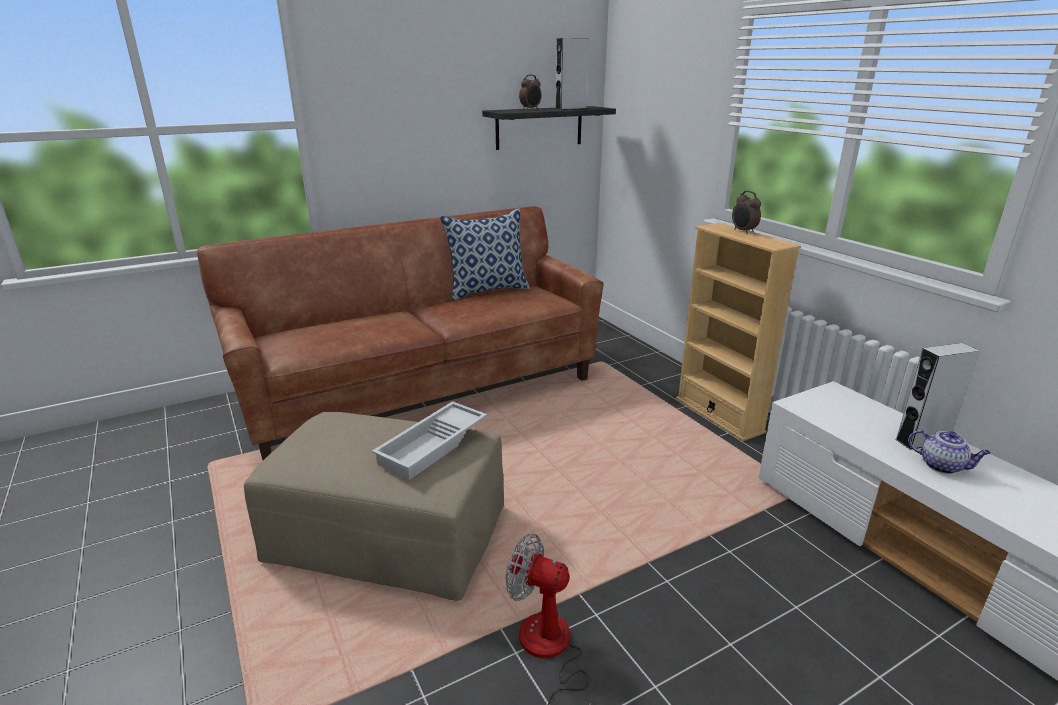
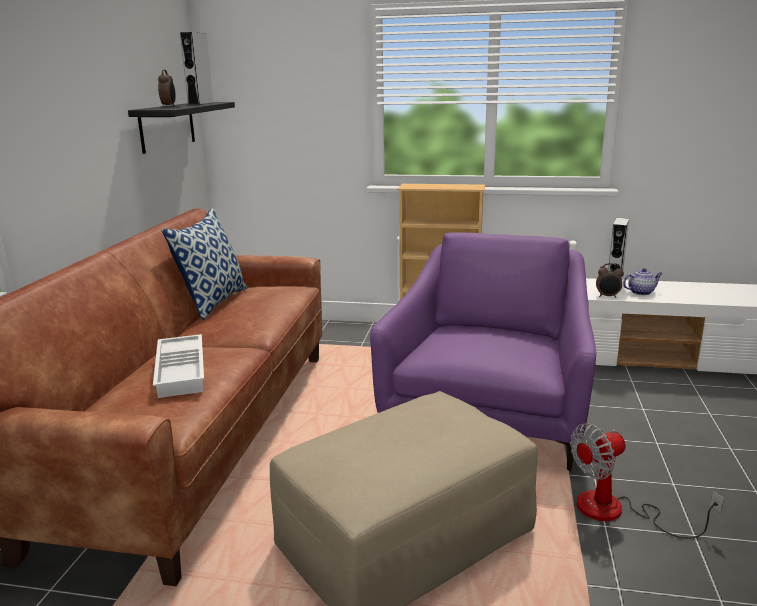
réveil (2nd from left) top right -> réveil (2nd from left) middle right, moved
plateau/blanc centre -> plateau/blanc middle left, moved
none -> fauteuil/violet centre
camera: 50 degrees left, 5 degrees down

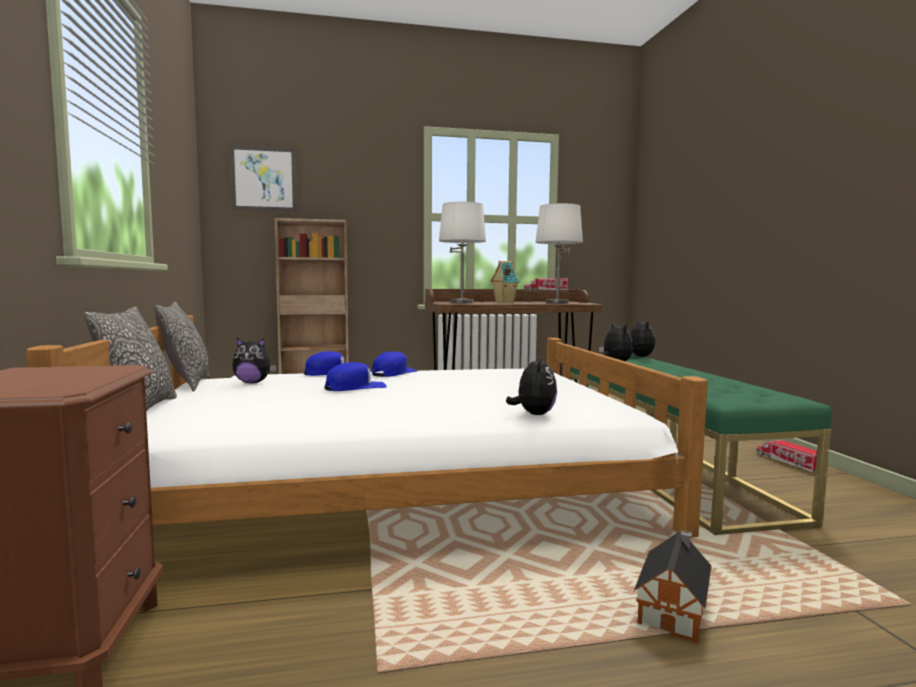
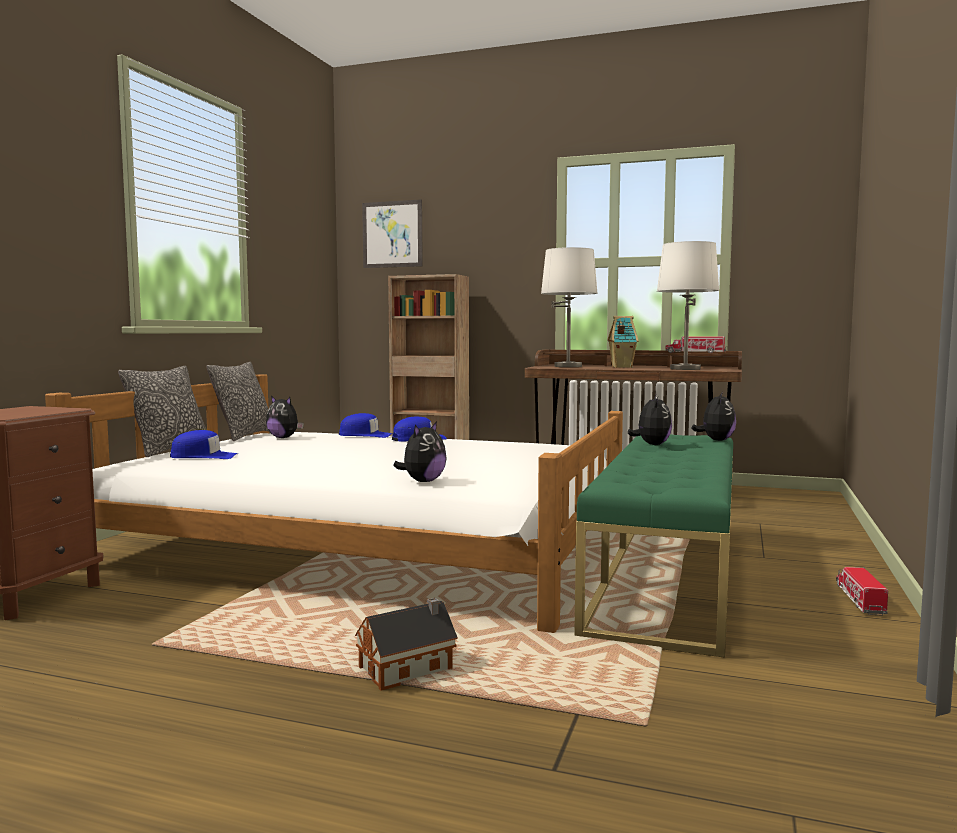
casquette/bleu (2nd from left in the first image) centre -> casquette/bleu (1st from left) middle left, moved
camera: 30 degrees right, 0 degrees up

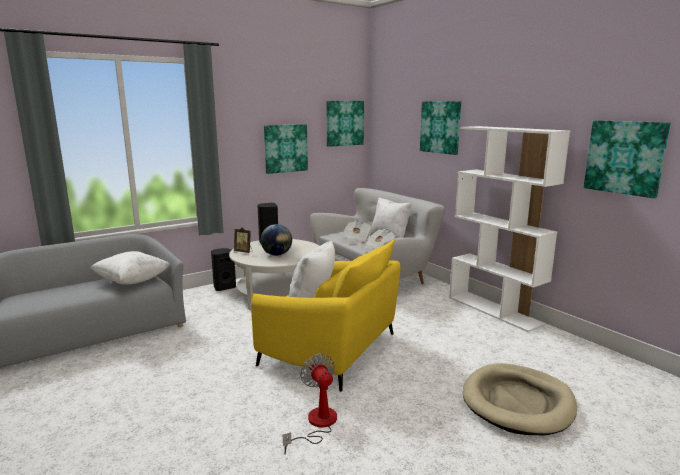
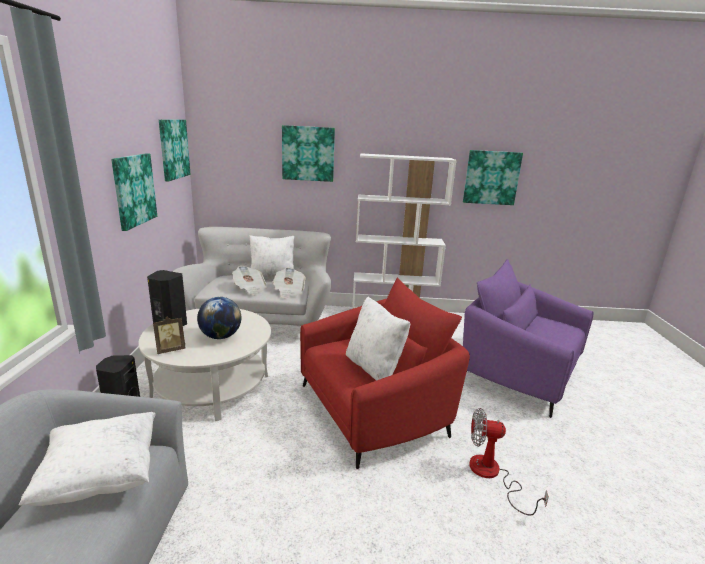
fauteuil/jaune centre -> fauteuil/rouge centre
panier pour chien/beige bottom right -> fauteuil/violet middle right
camera: 55 degrees left, 5 degrees up

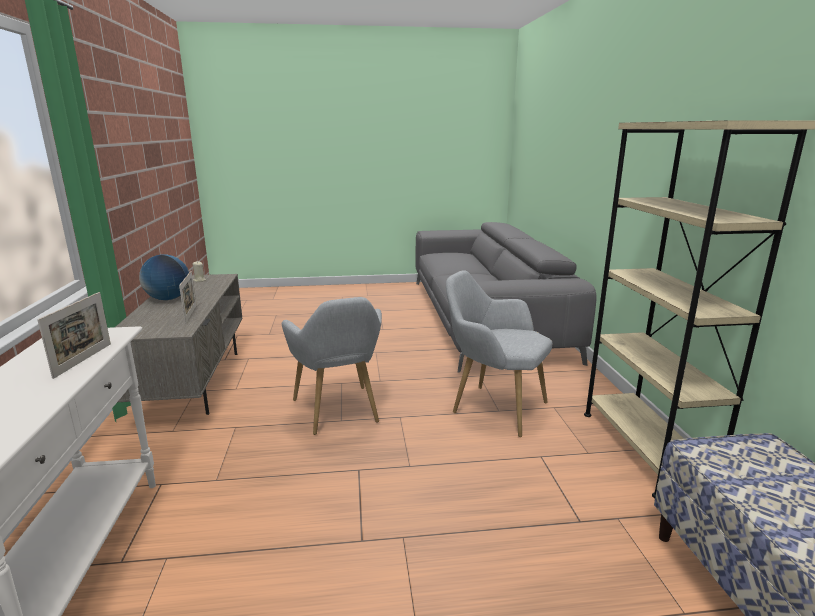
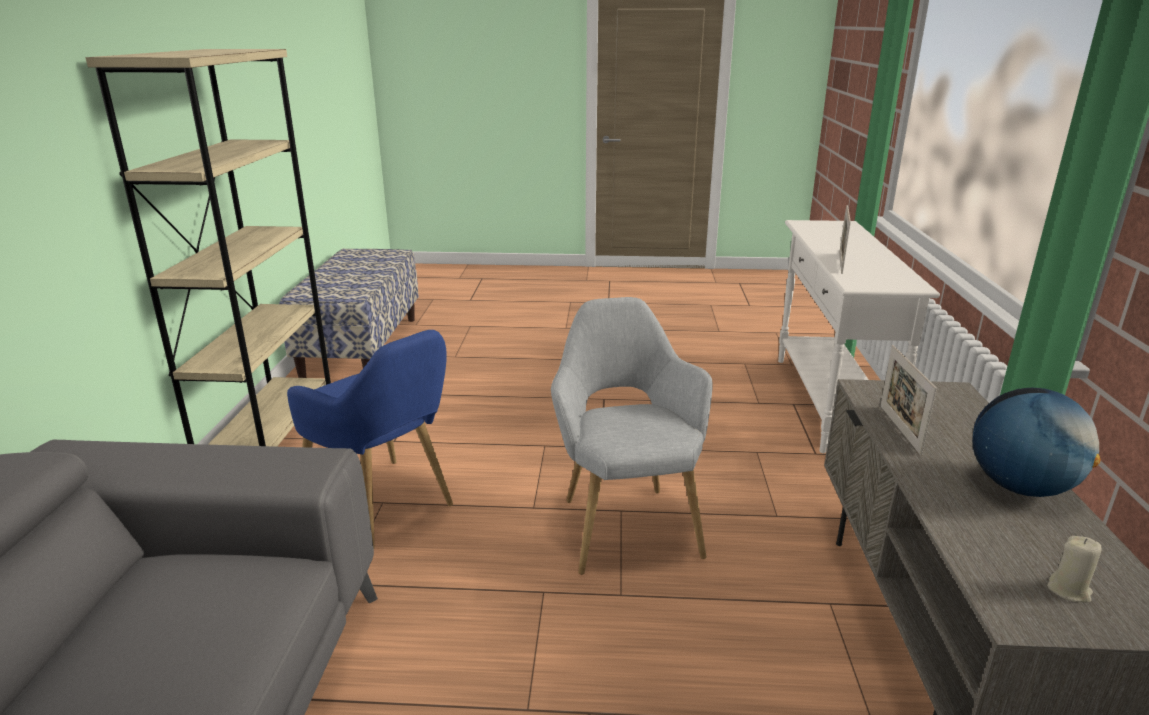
fauteuil/gris (2nd from left) centre -> fauteuil/bleu middle left
camera: 170 degrees left, 5 degrees up

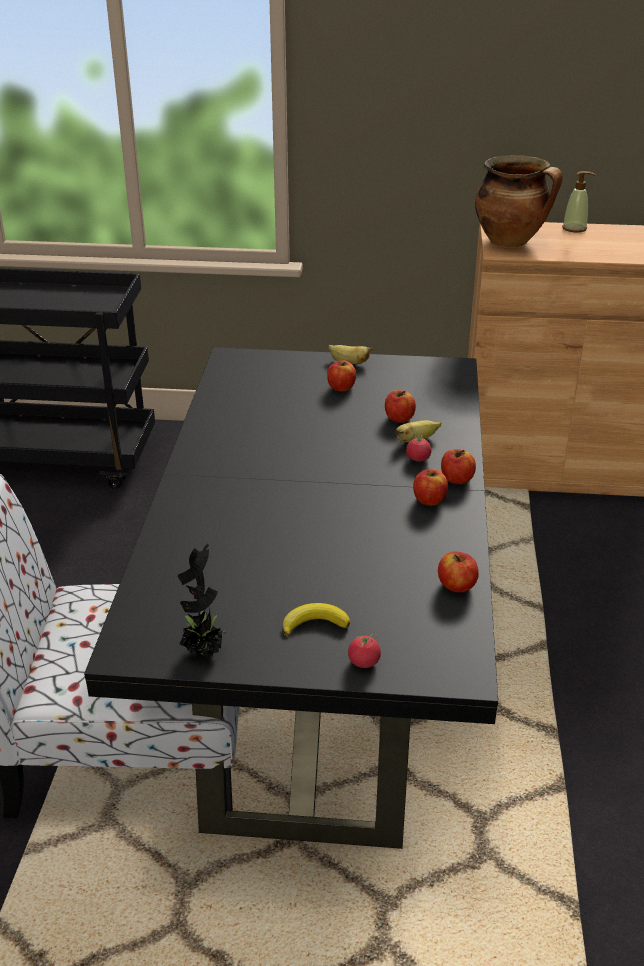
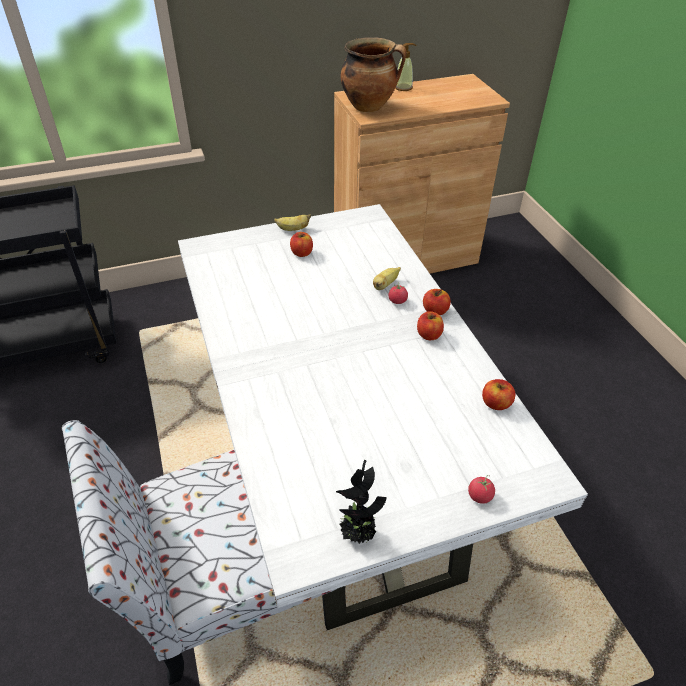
table à manger/noir centre -> table à manger/blanc centre
pomme (2nd from left) centre -> none
banane (1st from left) centre -> none
camera: 25 degrees left, 10 degrees up

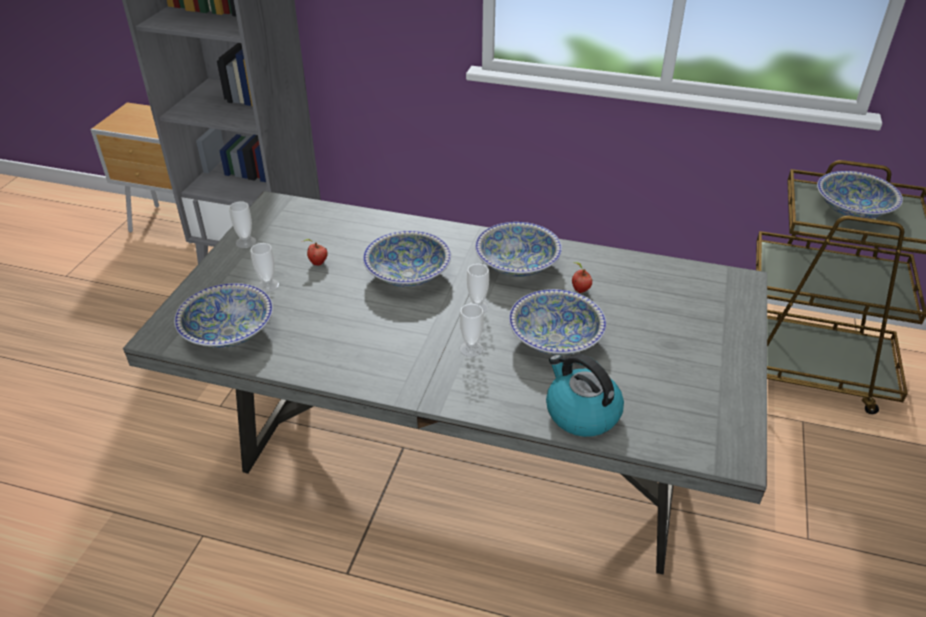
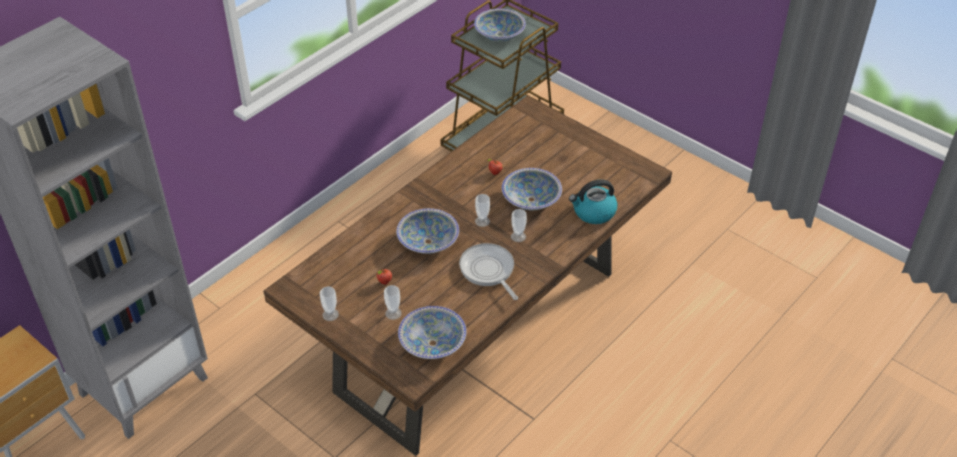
table à manger/gris centre -> table à manger/marron centre
bol (3rd from left) centre -> none
none -> poêle centre
camera: 65 degrees left, 5 degrees up

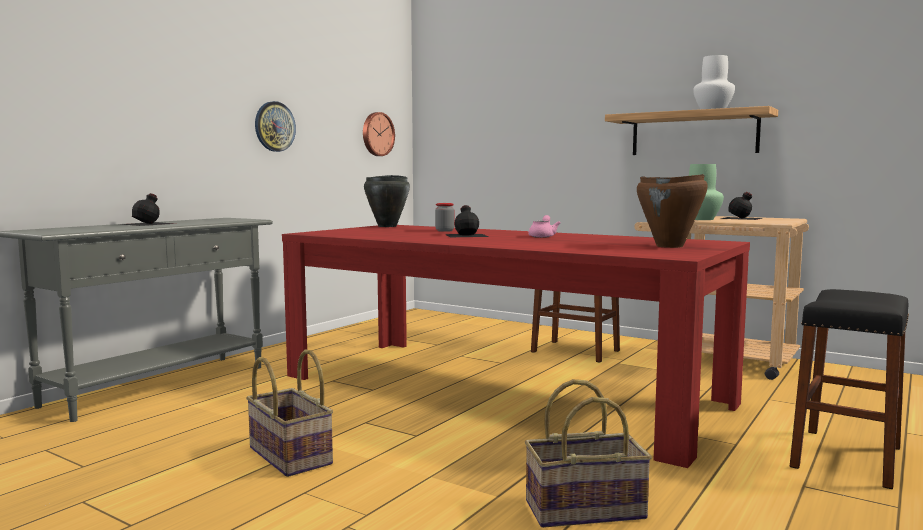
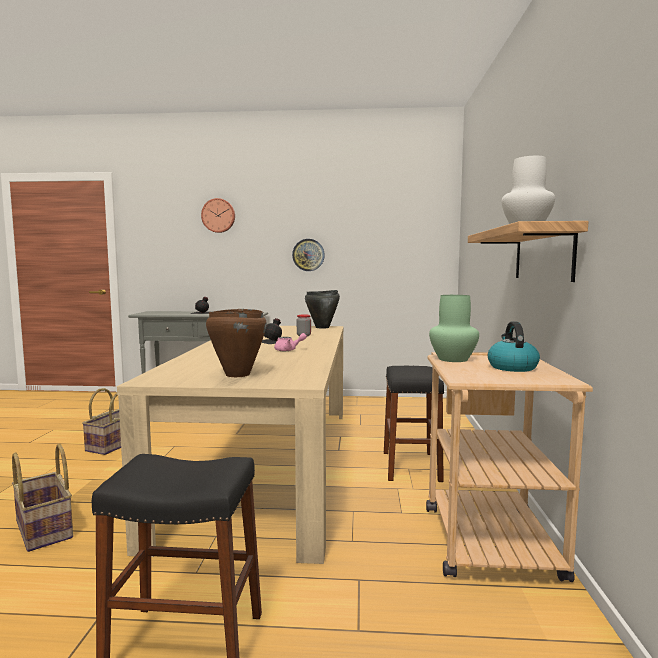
horloge murale (2nd from left in the first image) top centre -> horloge murale (1st from left) top left, moved
bouteille/noir (3rd from left) middle right -> bouilloire middle right
table à manger/rouge centre -> table à manger/beige bottom centre
camera: 60 degrees right, 0 degrees up

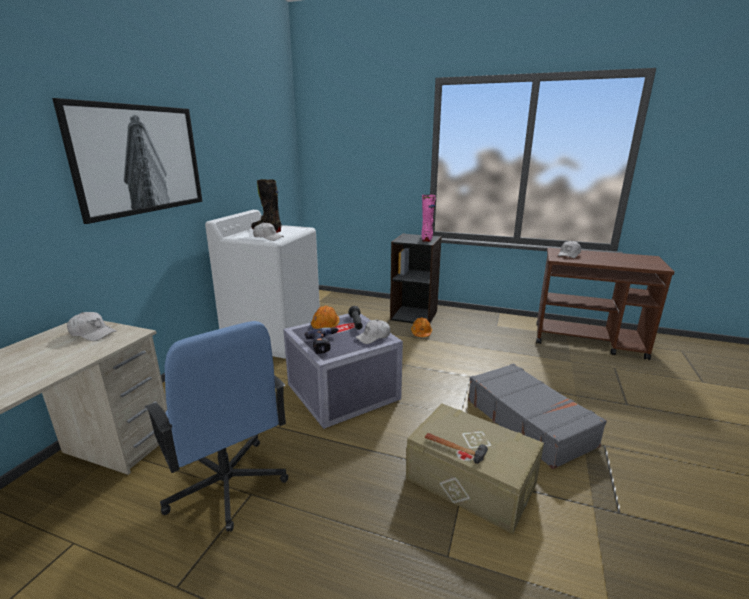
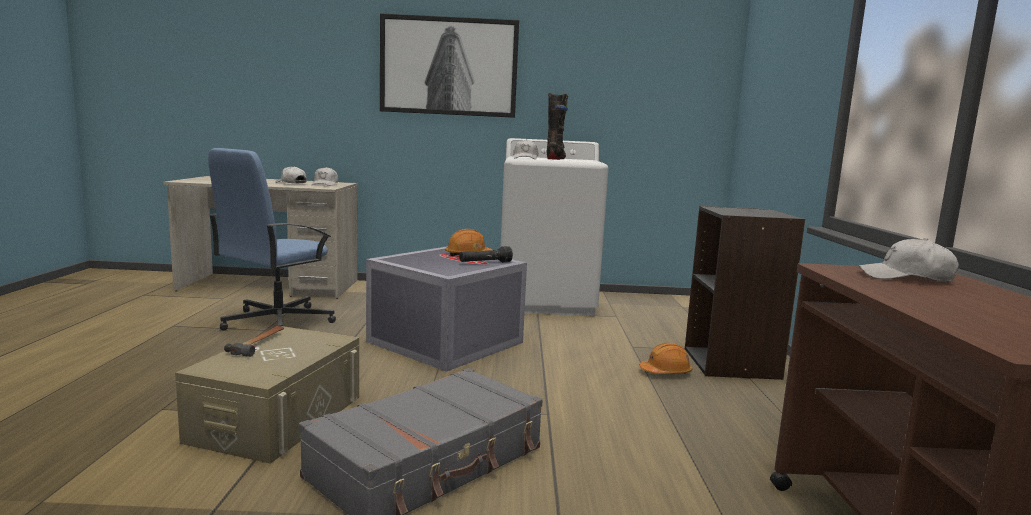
botte/rose centre -> none
casquette/blanc (3rd from left in the first image) centre -> casquette/blanc (1st from left) middle left, moved
perceuse centre -> none
camera: 70 degrees right, 10 degrees down

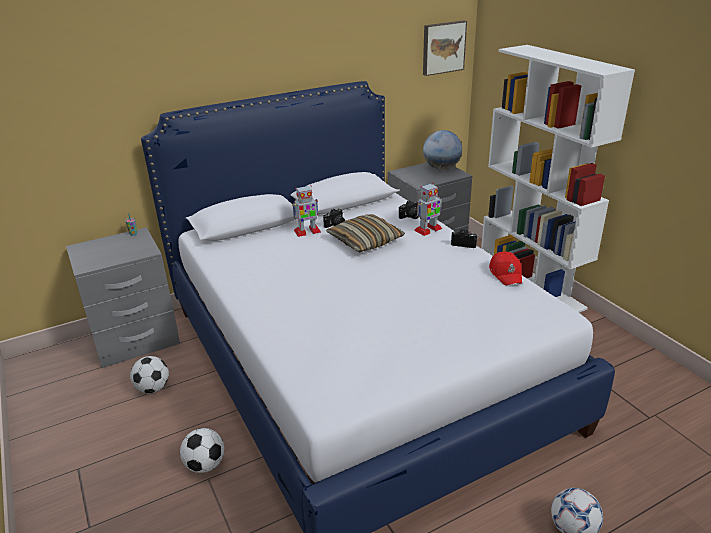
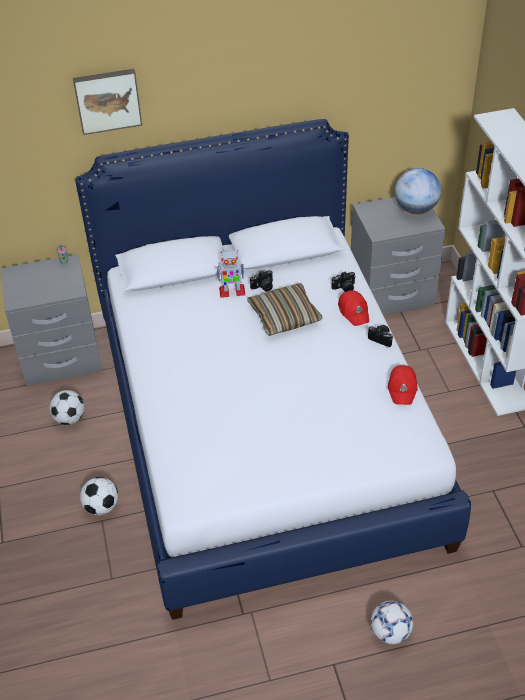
tableau top centre -> tableau top left, moved
robot jouet (2nd from left) centre -> casquette/rouge (1st from left) middle right
camera: 15 degrees right, 15 degrees up

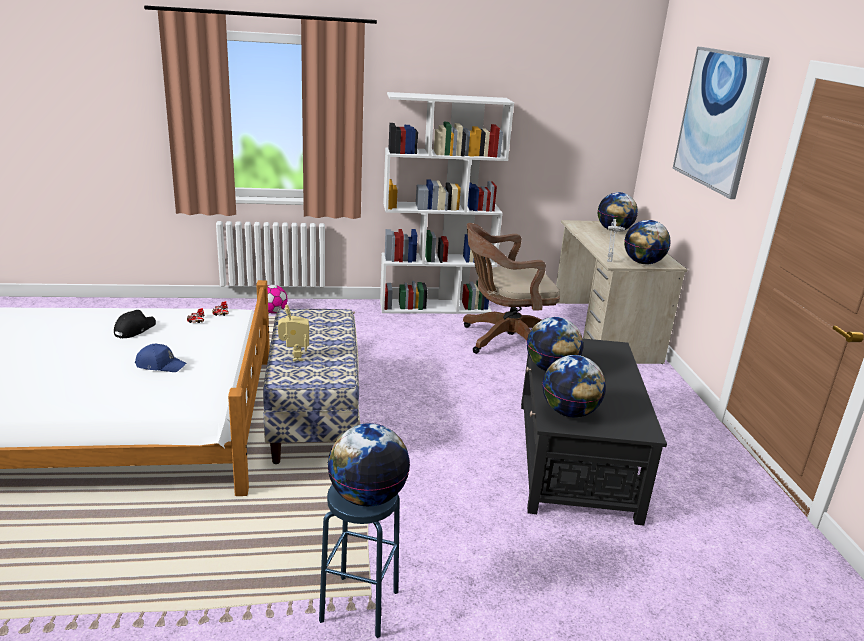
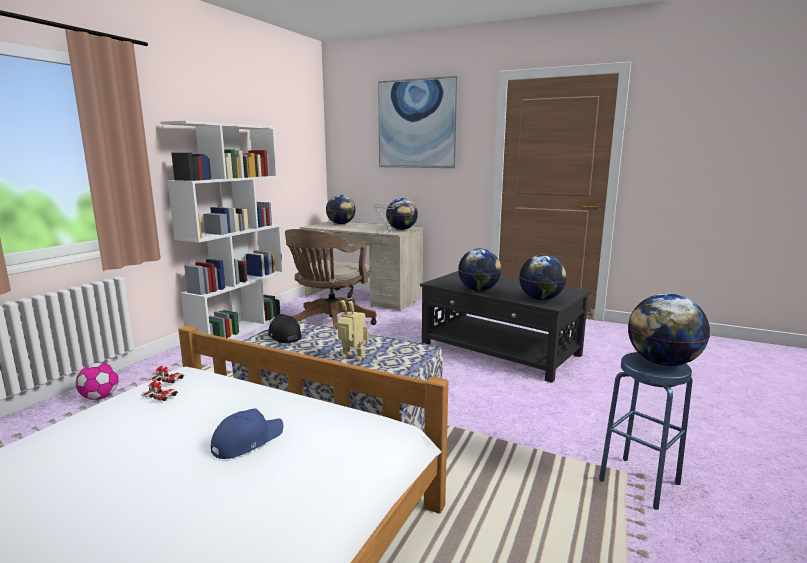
casquette/noir middle left -> casquette/noir centre, moved
camera: 55 degrees left, 10 degrees down

